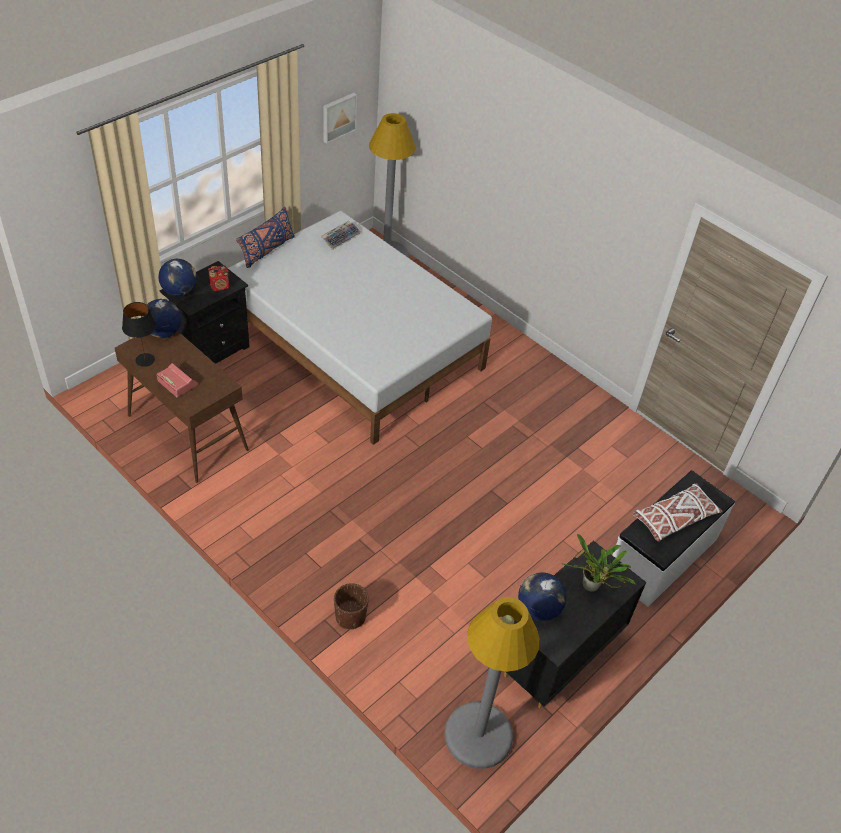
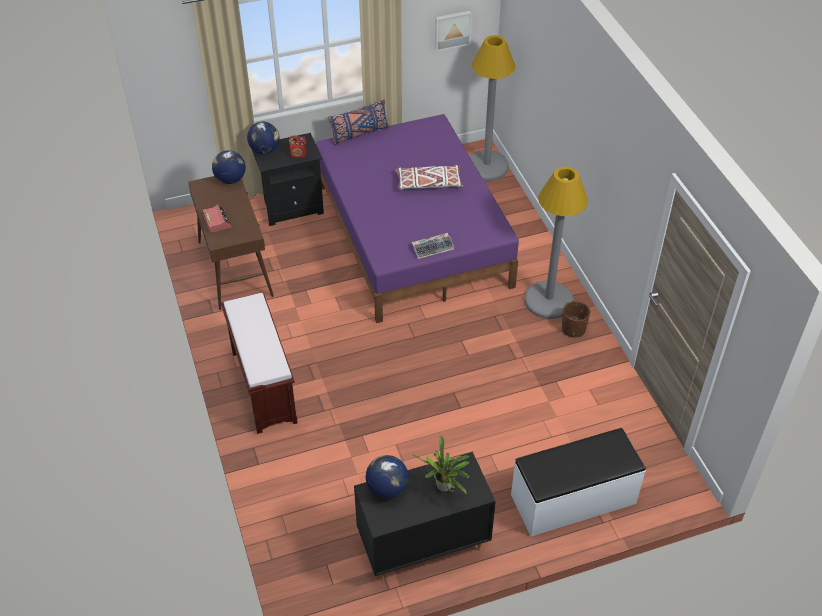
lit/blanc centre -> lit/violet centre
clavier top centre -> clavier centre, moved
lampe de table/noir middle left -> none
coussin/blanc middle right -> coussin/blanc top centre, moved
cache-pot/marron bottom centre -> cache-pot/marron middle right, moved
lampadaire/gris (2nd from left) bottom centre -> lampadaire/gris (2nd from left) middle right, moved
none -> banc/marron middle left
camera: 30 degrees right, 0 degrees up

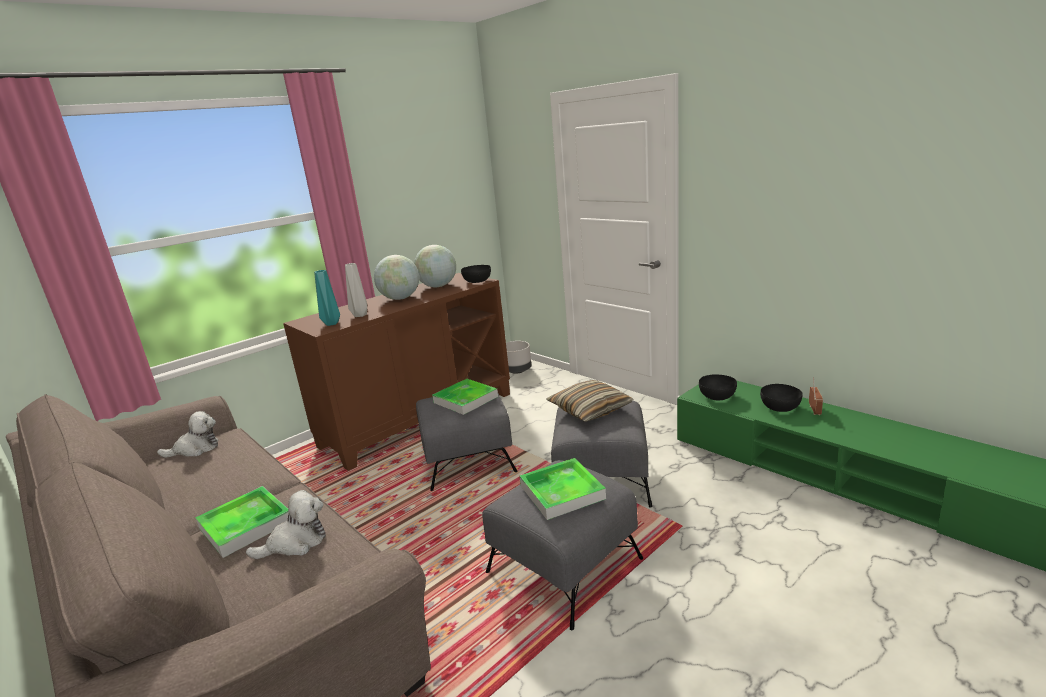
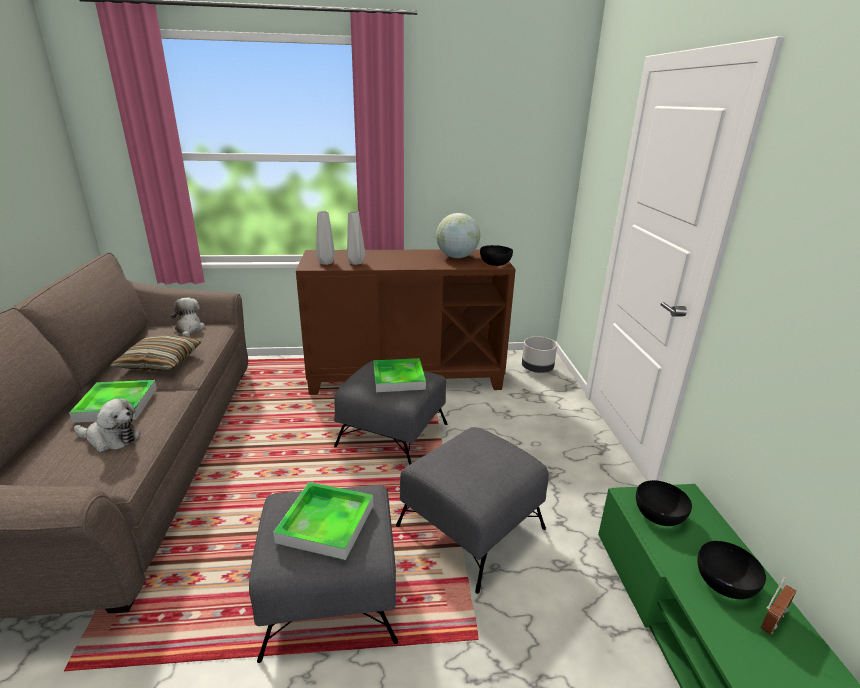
globe (1st from left) centre -> none
vase/turquoise middle left -> vase/gris (1st from left) centre
coussin centre -> coussin middle left, moved
peluche (1st from left in the first image) middle left -> peluche (2nd from left) middle left, 120 degrees counterclockwise
camera: 35 degrees right, 5 degrees up

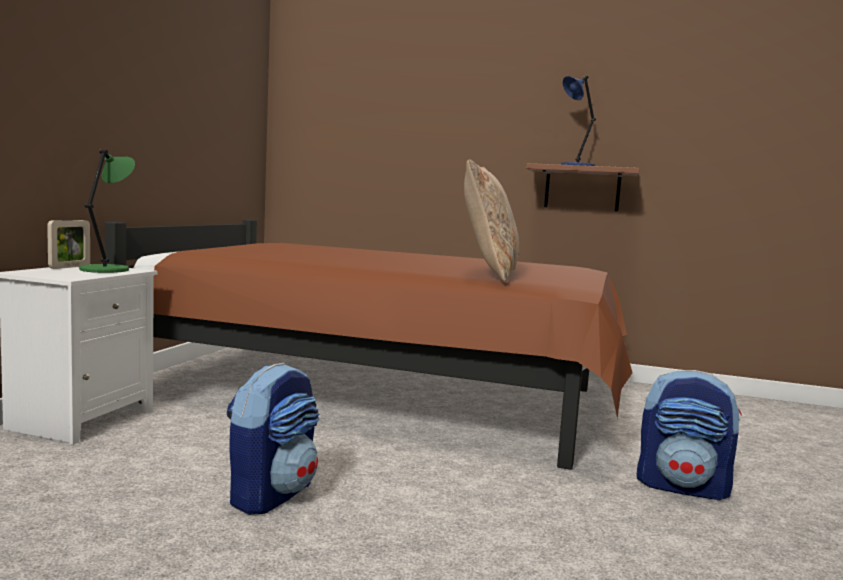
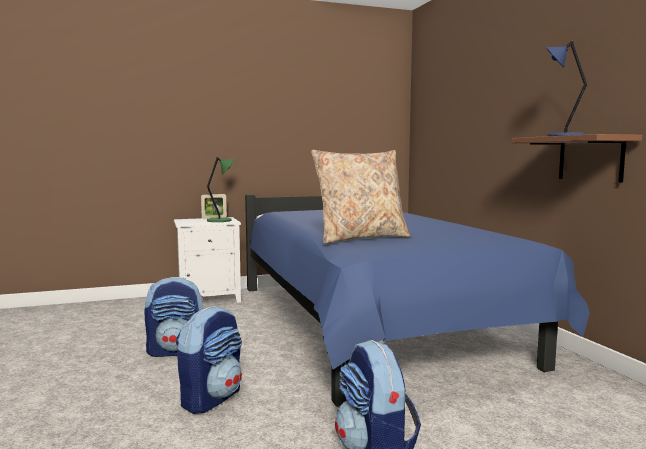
lit/marron centre -> lit/bleu bottom centre
none -> sac à dos (2nd from left) bottom left
camera: 55 degrees right, 0 degrees up

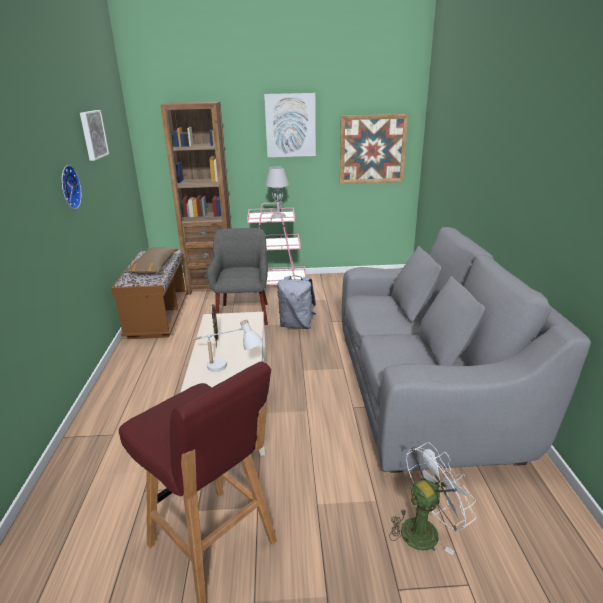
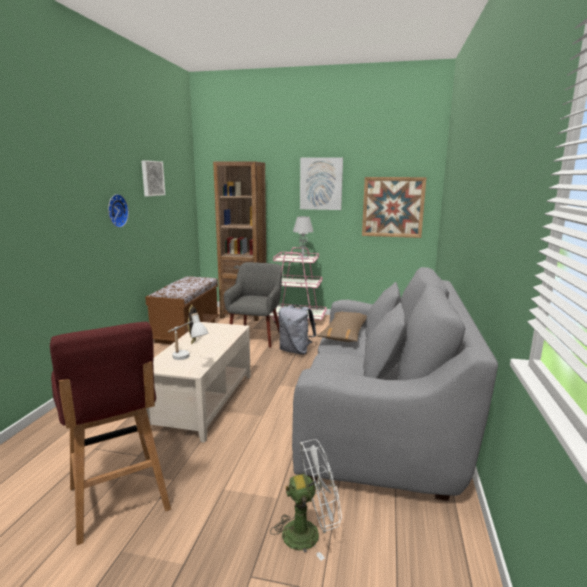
coussin/marron middle left -> coussin/marron centre, moved
camera: 15 degrees right, 10 degrees down

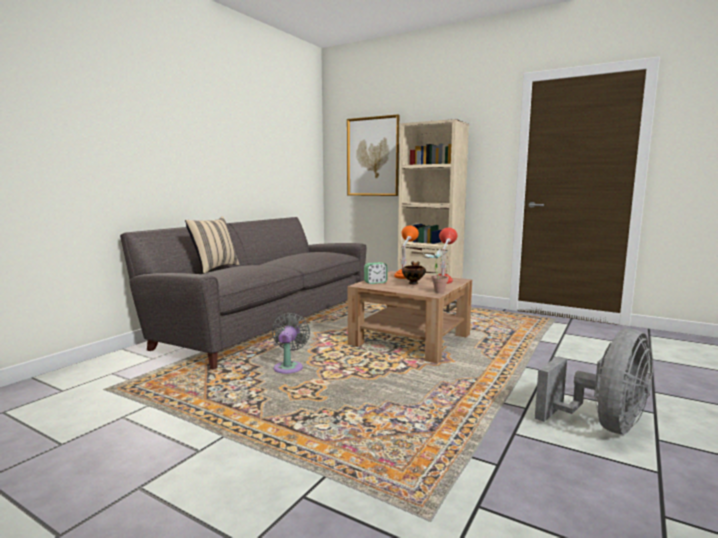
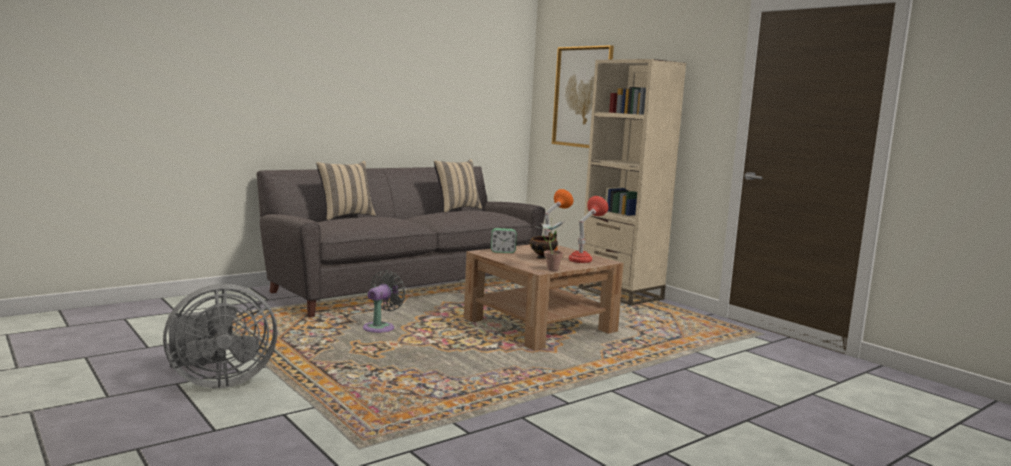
ventilateur/gris (2nd from left in the first image) bottom right -> ventilateur/gris (1st from left) bottom left, moved
none -> coussin/beige (2nd from left) centre
camera: 20 degrees right, 0 degrees up

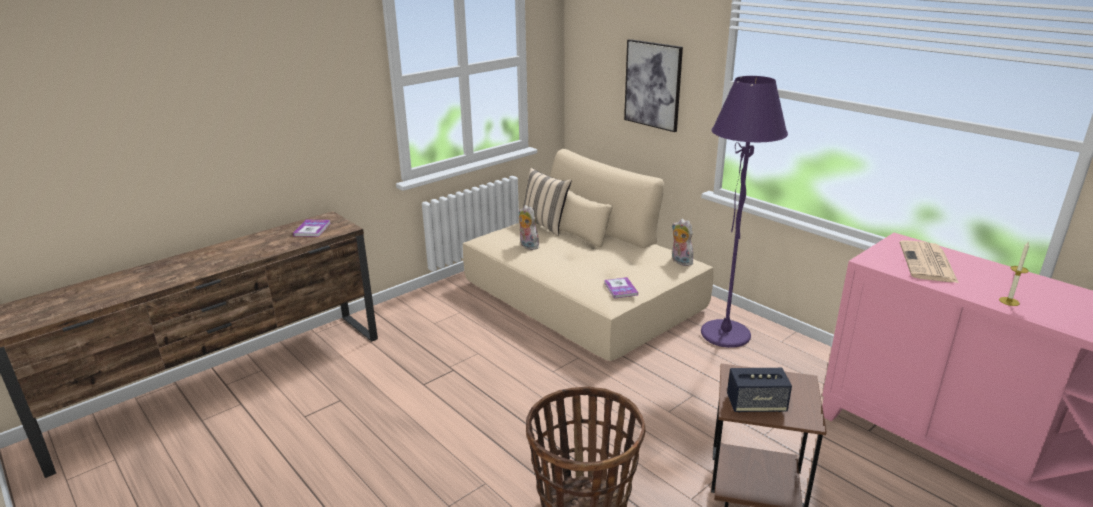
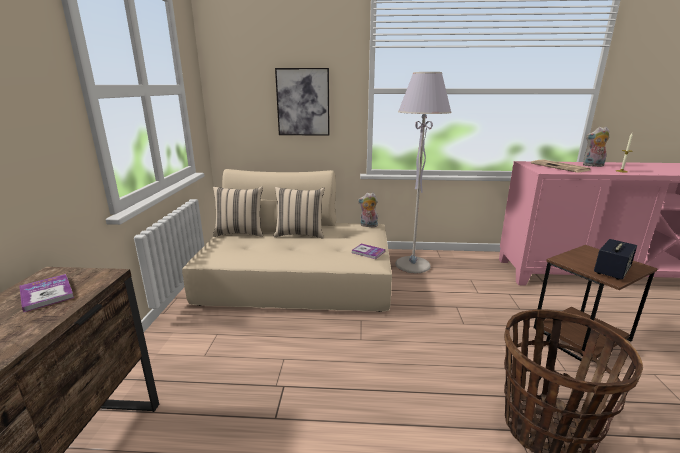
lampadaire/violet middle right -> lampadaire/gris centre
peluche (1st from left in the first image) centre -> peluche (2nd from left) top right, moved
none -> coussin/beige (2nd from left) centre
camera: 45 degrees left, 5 degrees down

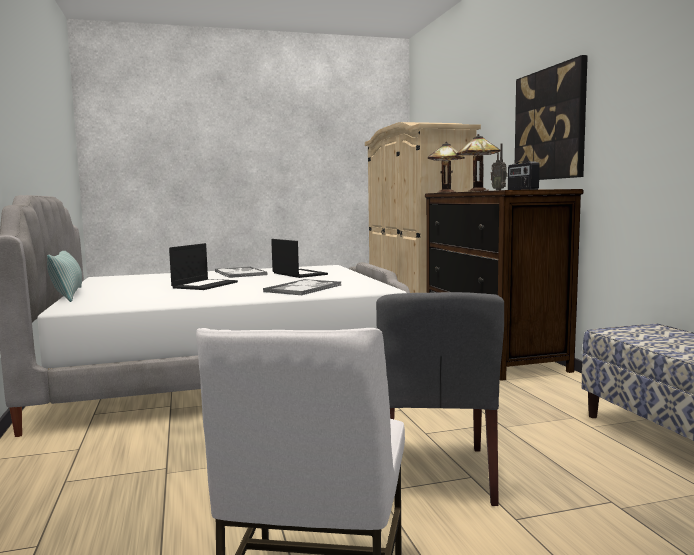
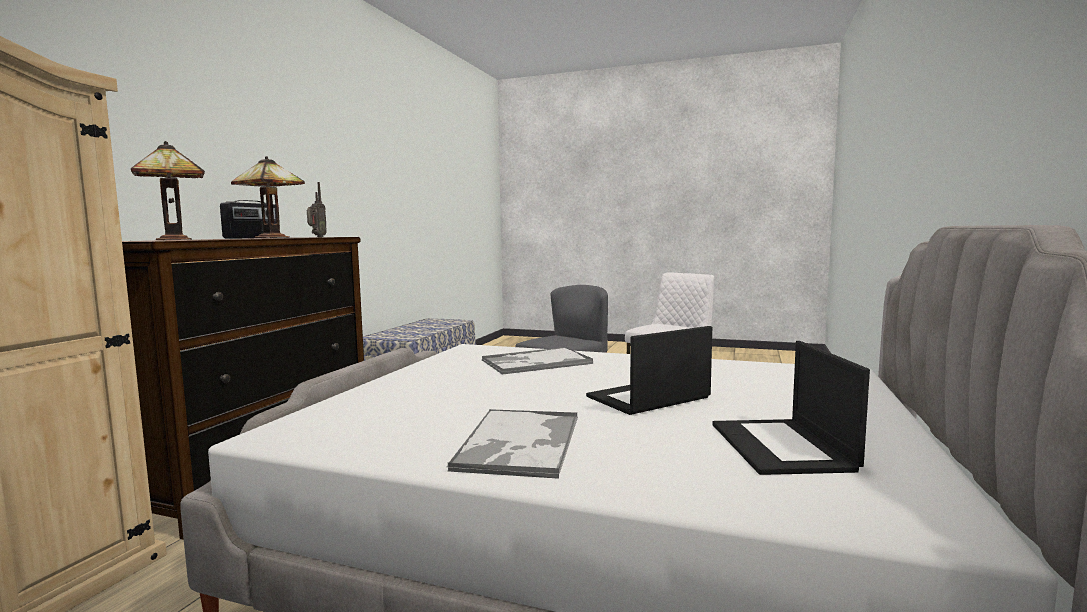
tableau top right -> none
ordinateur portable (2nd from left) centre -> ordinateur portable (2nd from left) bottom right, moved
coussin middle left -> none
camera: 145 degrees left, 0 degrees up

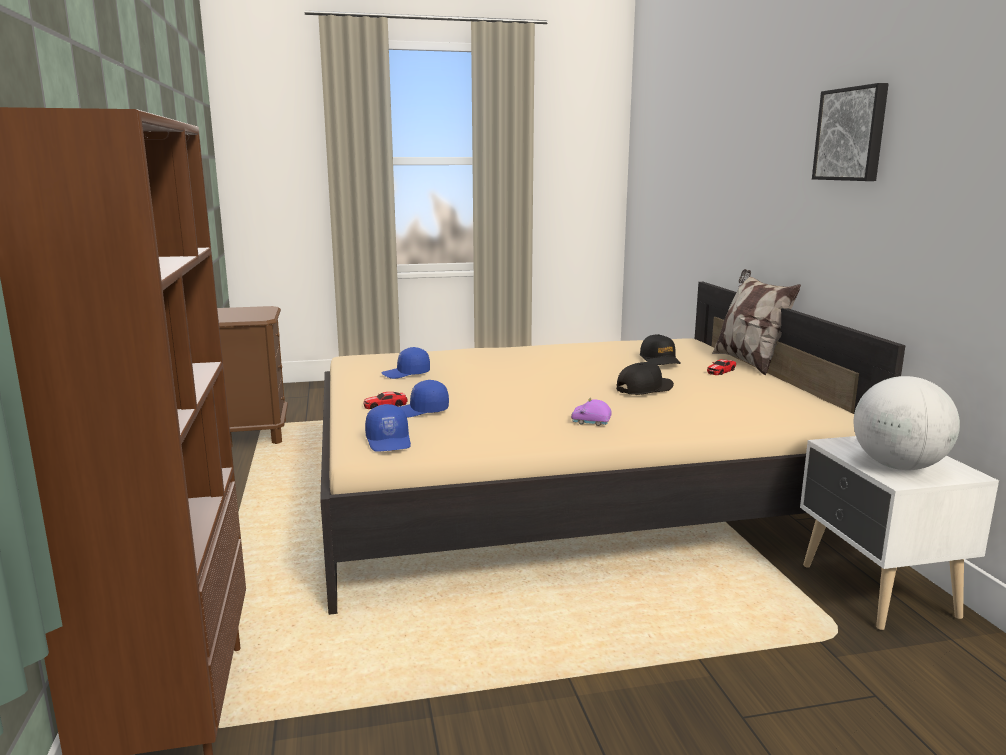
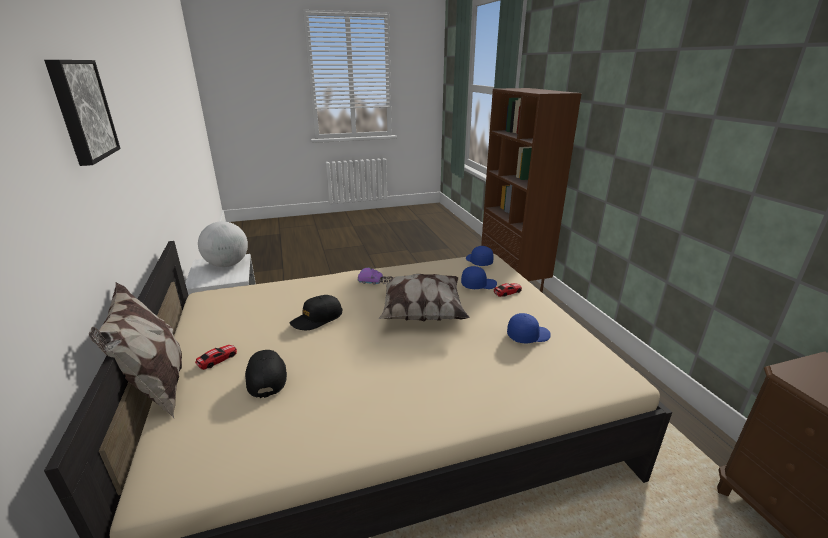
none -> coussin (2nd from left) centre
camera: 175 degrees right, 10 degrees up

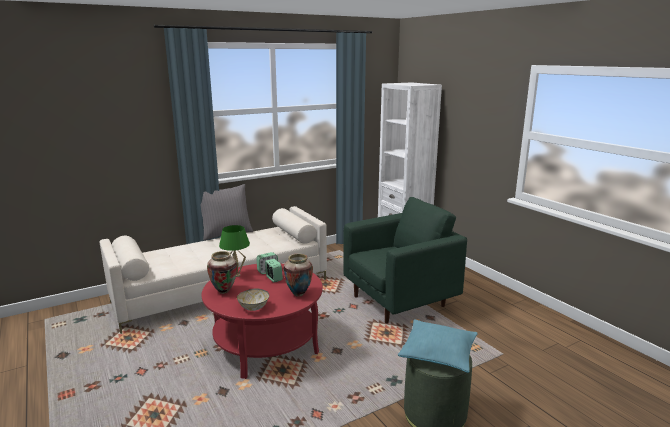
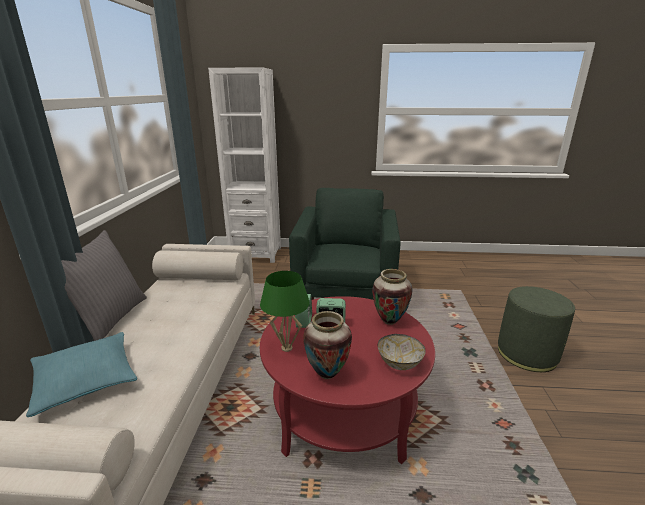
coussin/turquoise bottom centre -> coussin/turquoise bottom left, moved
camera: 55 degrees left, 5 degrees up

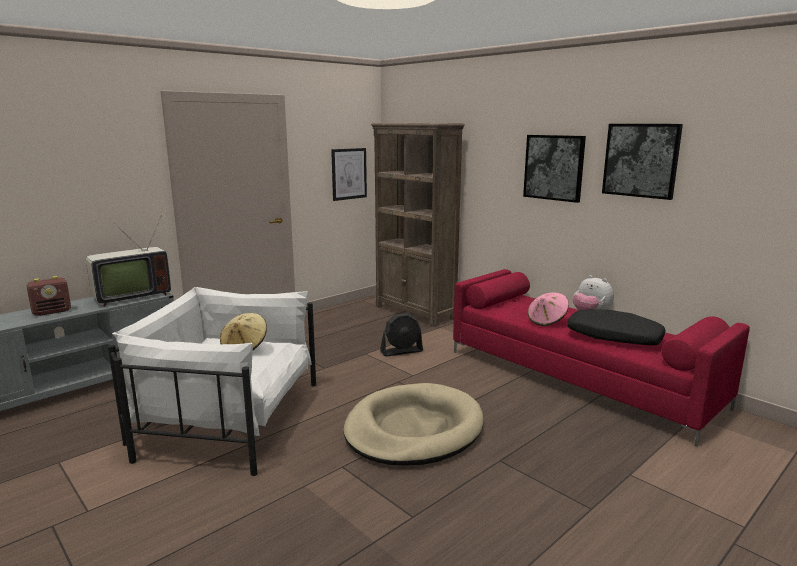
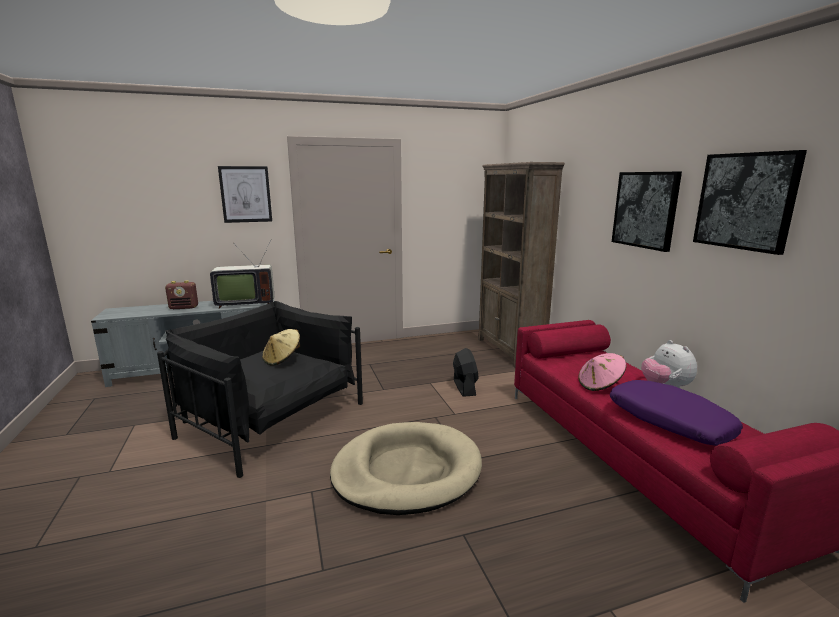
tableau (1st from left) top centre -> tableau (1st from left) top left, moved
fauteuil/blanc bottom left -> fauteuil/noir middle left
coussin/noir middle right -> coussin/violet bottom right
ventilateur/noir centre, 105 degrees counterclockwise
camera: 25 degrees right, 0 degrees up

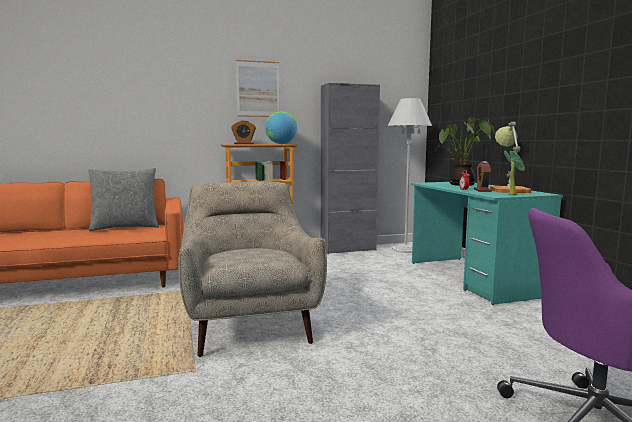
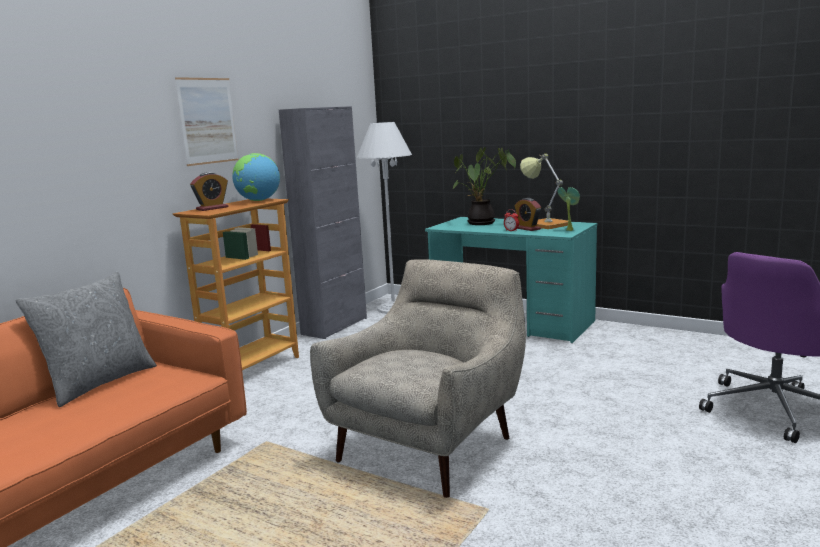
fauteuil/beige centre -> fauteuil/beige bottom centre, 90 degrees clockwise
camera: 40 degrees left, 5 degrees up

